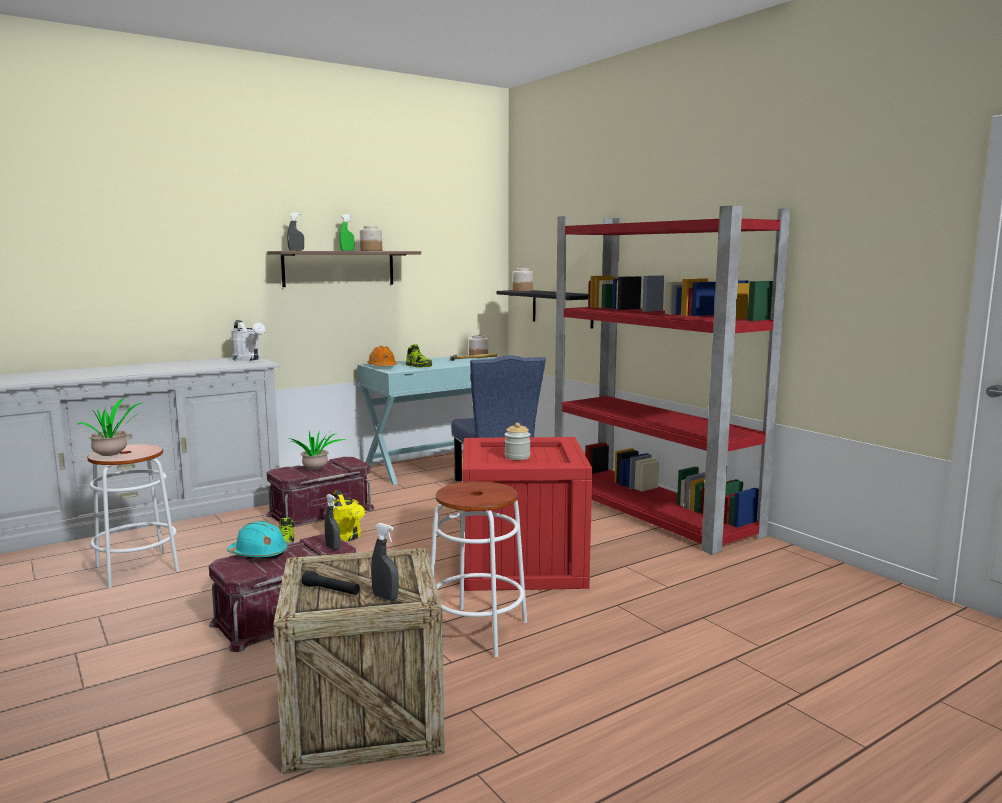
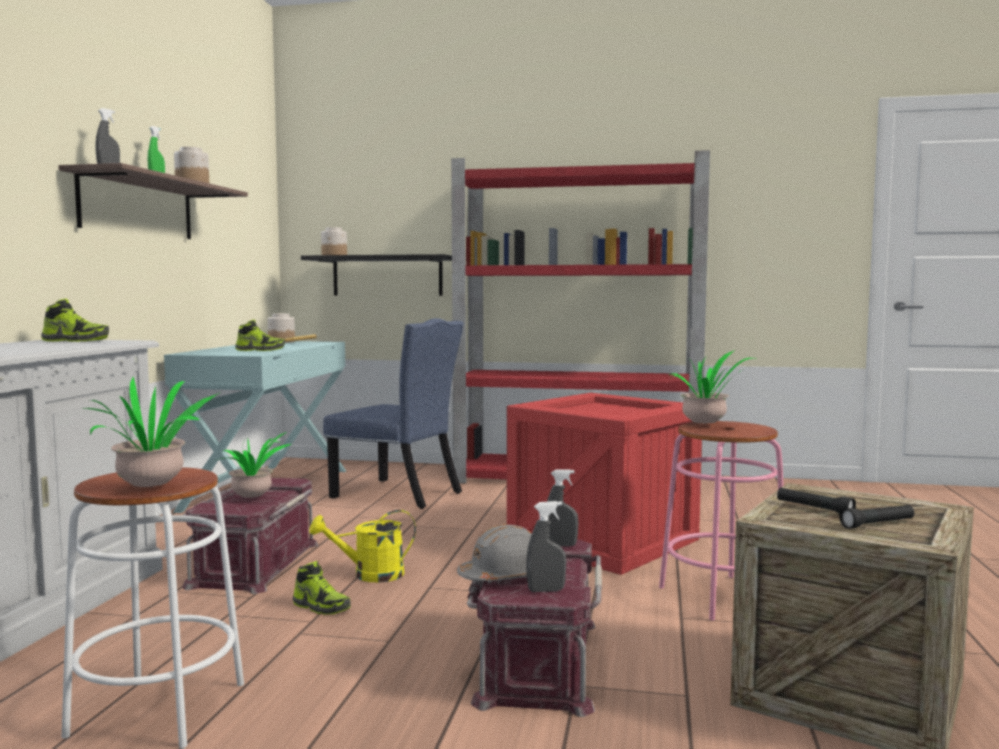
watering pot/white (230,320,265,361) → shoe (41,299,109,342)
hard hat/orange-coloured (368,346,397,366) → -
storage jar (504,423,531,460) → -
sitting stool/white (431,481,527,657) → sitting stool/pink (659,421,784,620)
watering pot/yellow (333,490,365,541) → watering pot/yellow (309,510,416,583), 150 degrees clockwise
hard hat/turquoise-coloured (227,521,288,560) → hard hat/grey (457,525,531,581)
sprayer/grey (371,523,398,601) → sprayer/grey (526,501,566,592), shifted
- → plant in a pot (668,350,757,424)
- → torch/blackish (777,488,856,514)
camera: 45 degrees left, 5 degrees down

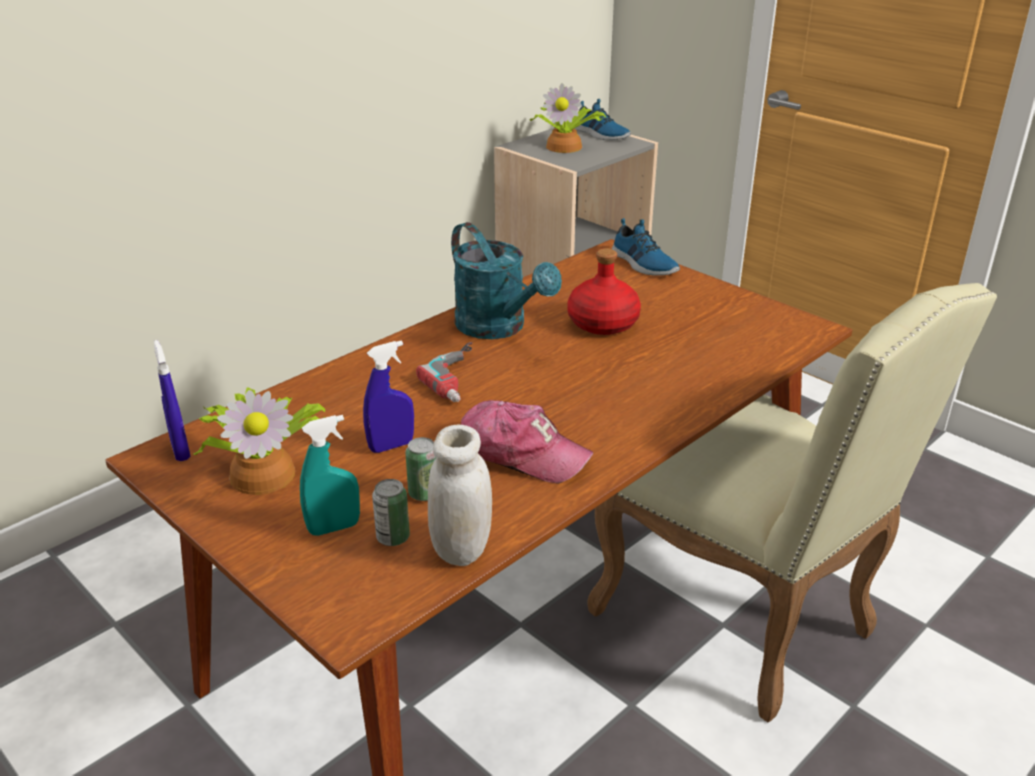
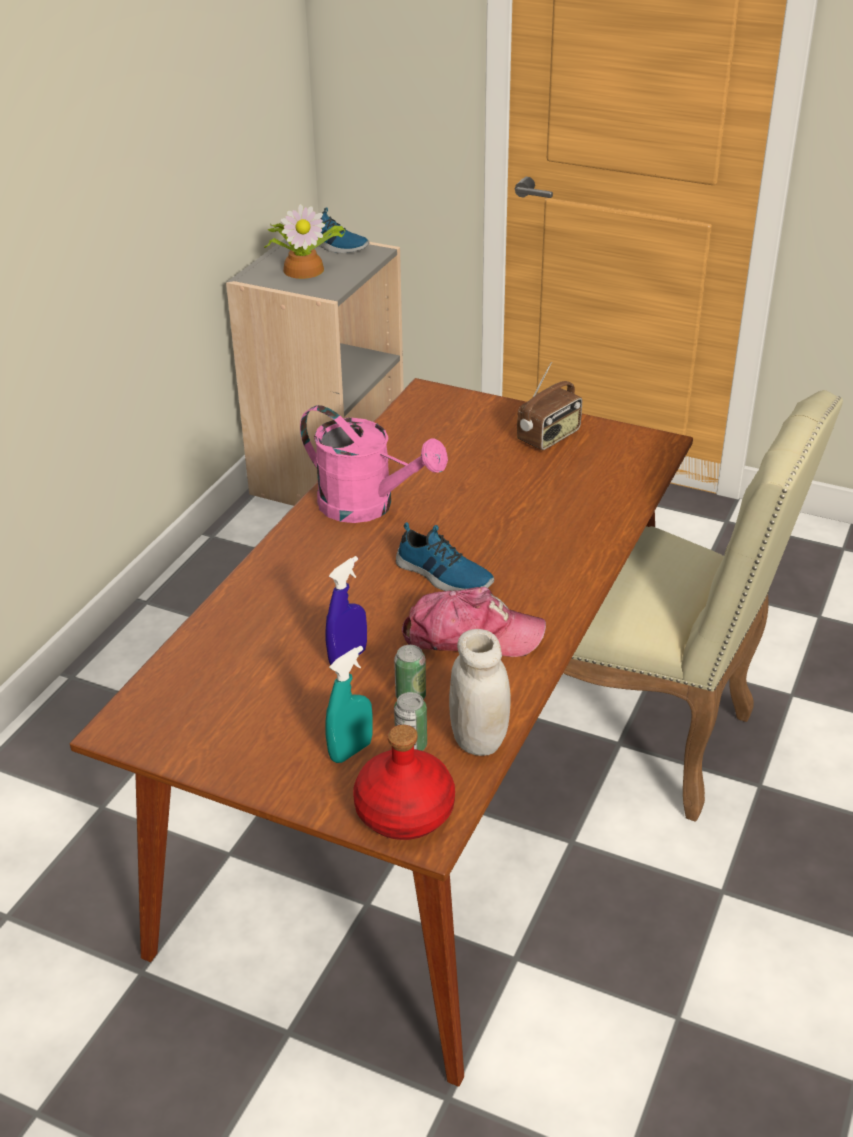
shoe (612,218,680,276) → shoe (396,522,494,591), shifted
watering pot/turquoise-coloured (451,222,562,339) → watering pot/pink (300,405,448,523)
bottle/reddish (567,248,641,335) → bottle/reddish (353,725,455,840), shifted
sprayer/bluish (154,340,190,461) → -
drill (416,342,472,402) → -
plant in a pot (193,387,325,495) → -
- → radio receiver (517,362,582,450)
camera: 20 degrees left, 5 degrees up

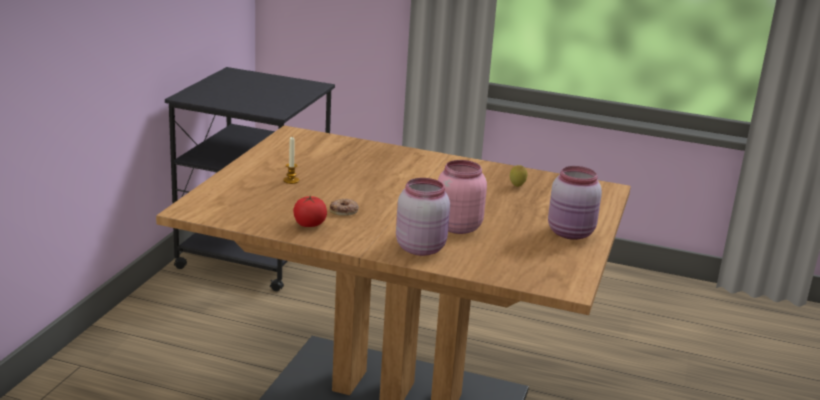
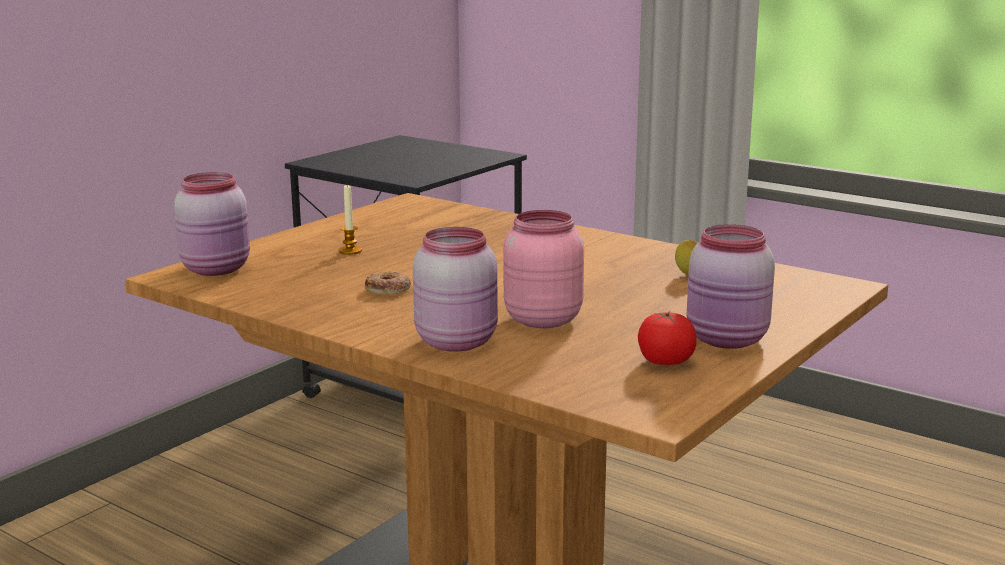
tomato (293,195,327,227) → tomato (638,311,696,365), shifted
- → storage jar/pink (174,172,250,276)
camera: 20 degrees right, 5 degrees down

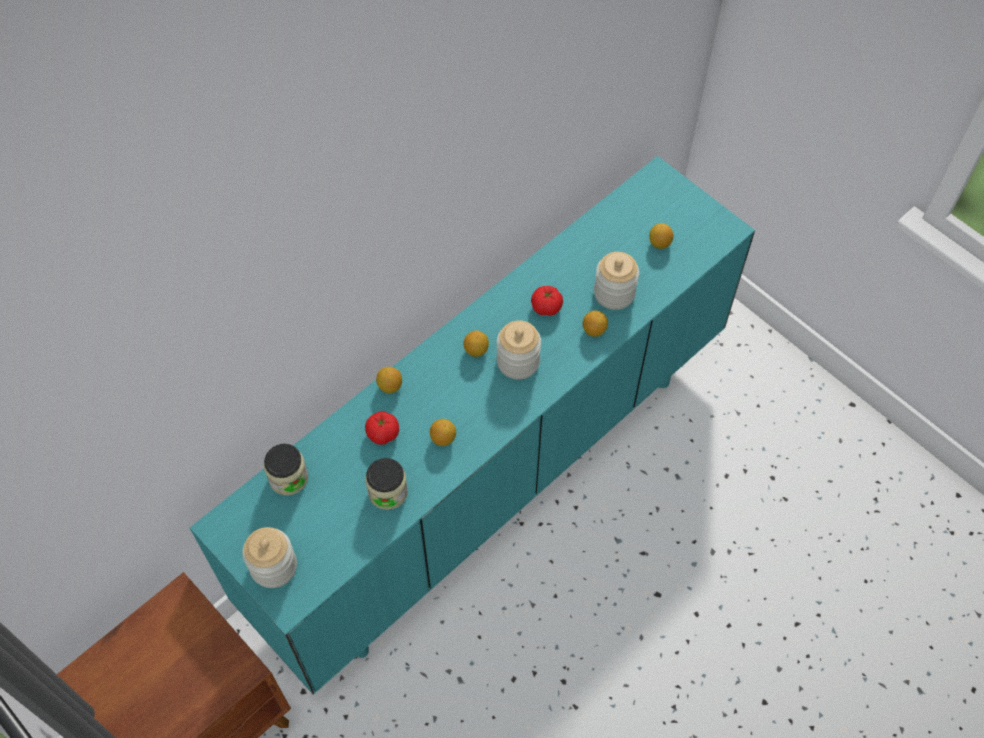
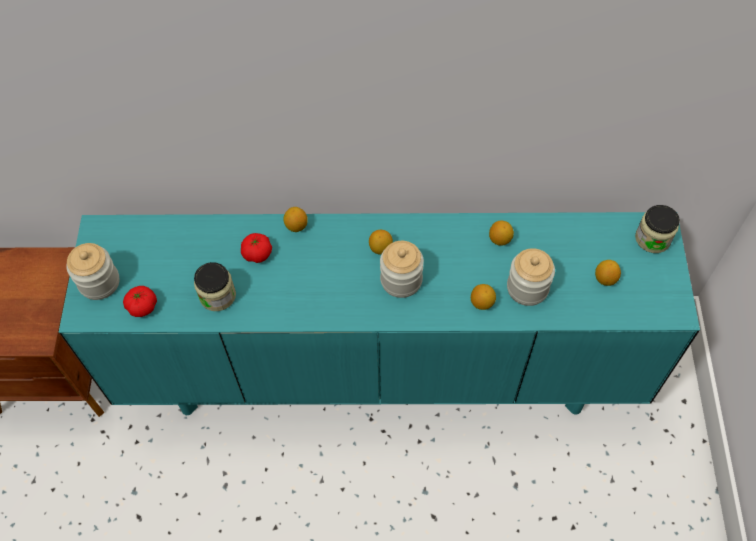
tomato (531,286,563,316) → tomato (123,286,157,317), shifted
lemon (430,419,456,446) → lemon (489,221,514,246), shifted
storage jar (264,444,308,495) → storage jar (635,205,680,253), shifted
camera: 45 degrees right, 0 degrees up

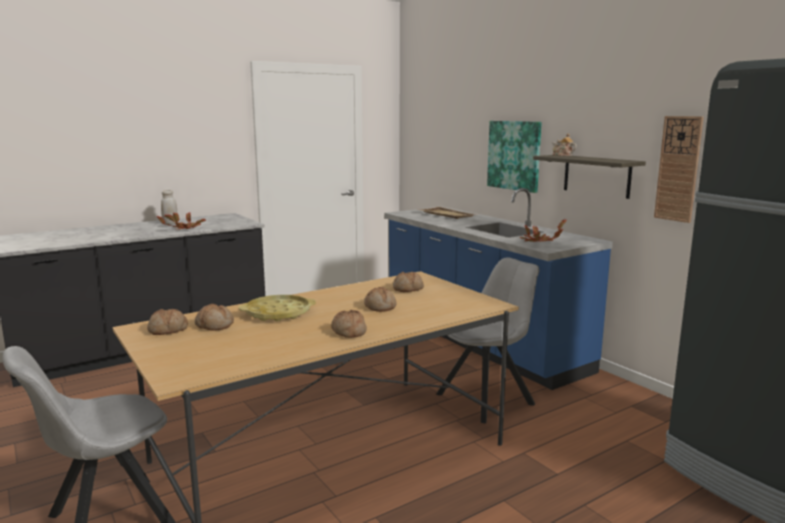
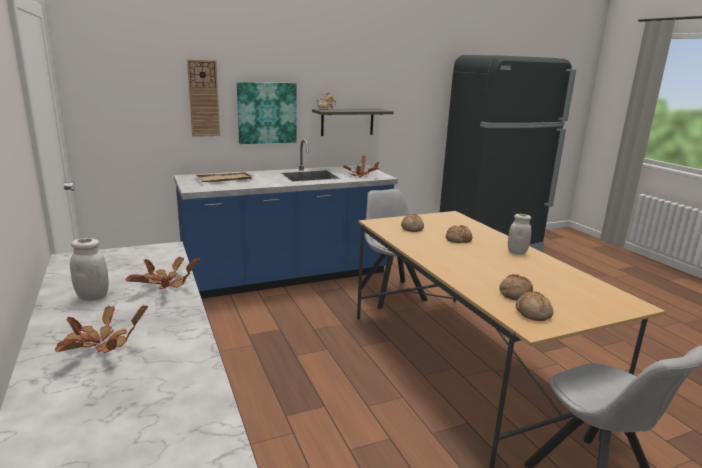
hanging clock (654,116,704,223) → hanging clock (187,60,220,137), shifted
tray/yellow (239,295,316,322) → -
bakery bread (331,310,367,338) → storage jar/white (508,214,531,255)
- → plant in a pot (55,305,148,353)
camera: 80 degrees left, 5 degrees up

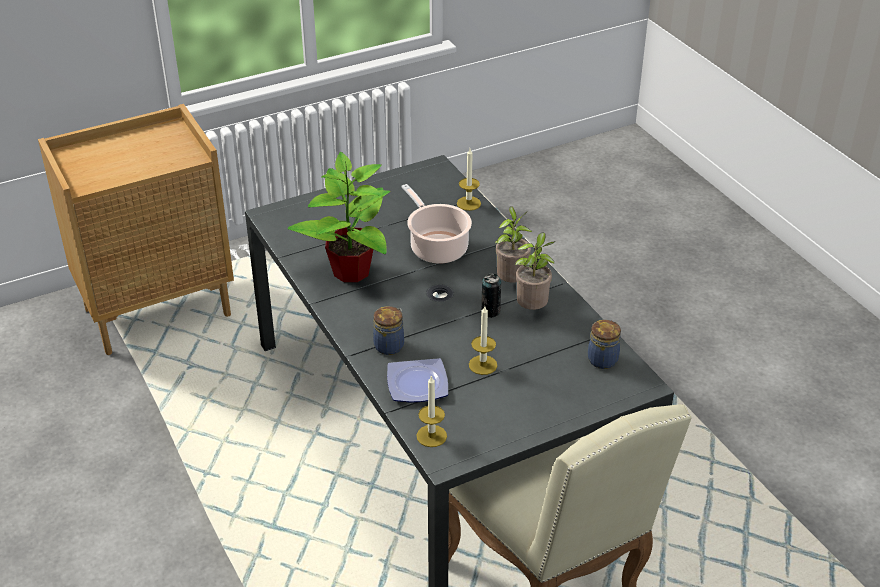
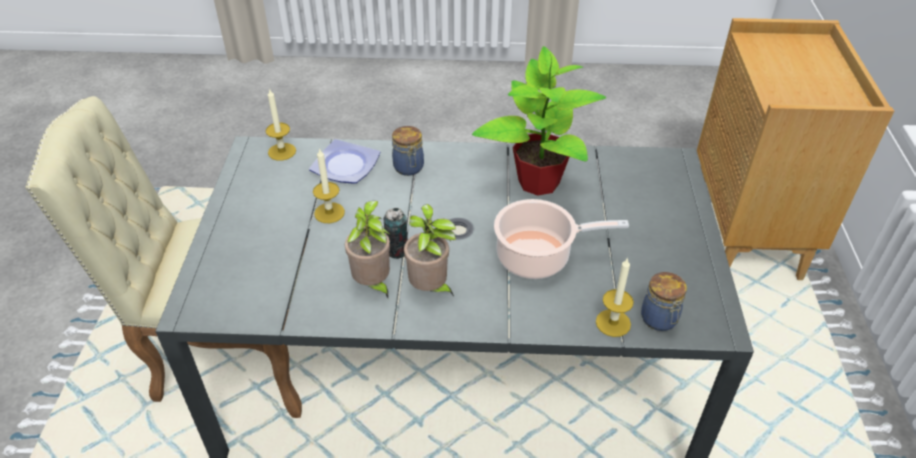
storage jar (588,320,621,369) → storage jar (641,272,687,331), shifted
camera: 120 degrees right, 5 degrees up

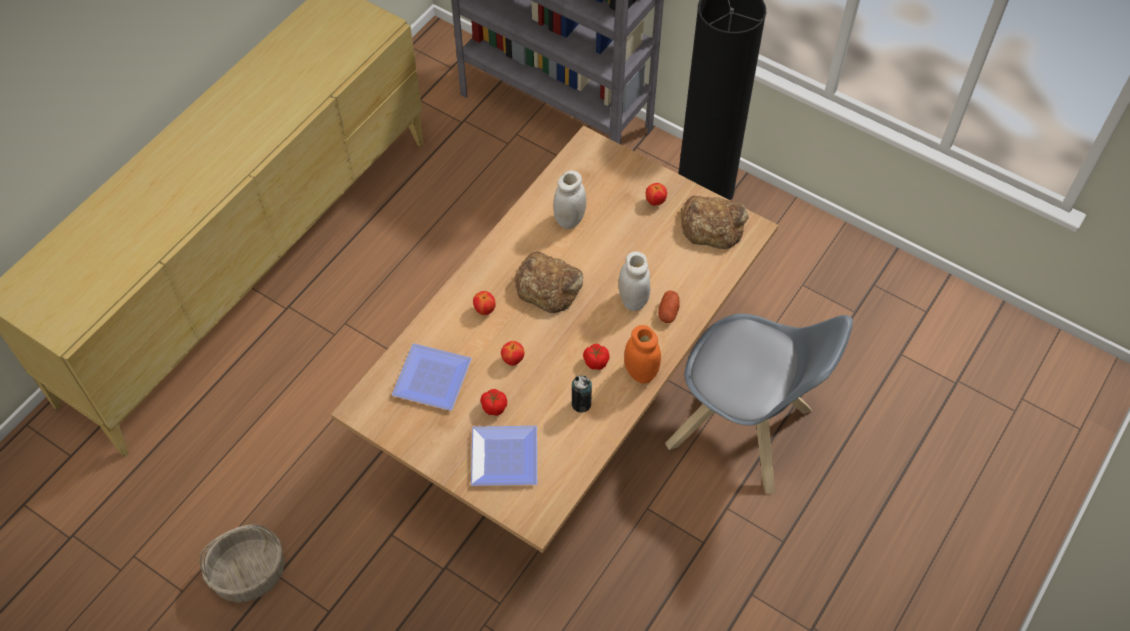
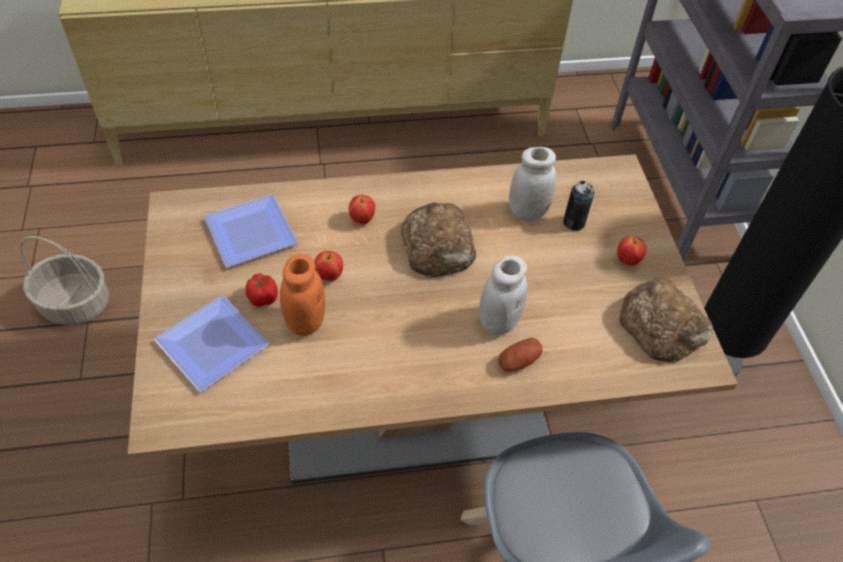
storage jar/orange-coloured (624,325,661,384) → storage jar/orange-coloured (280,254,325,336), shifted
tomato (583,344,609,370) → -
sealed can (572,375,592,413) → sealed can (563,181,594,231), shifted
camera: 45 degrees right, 5 degrees down

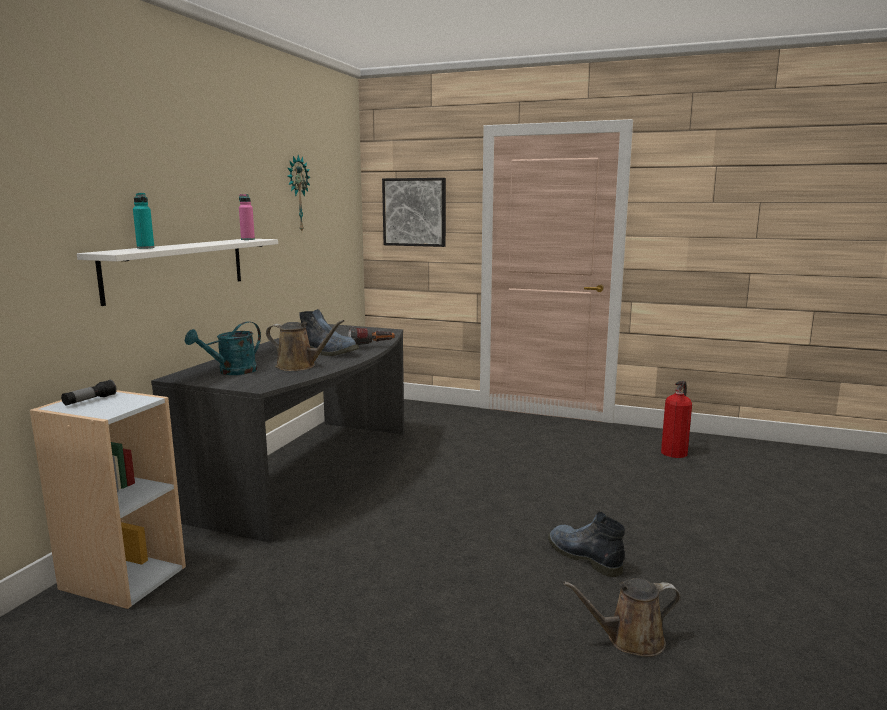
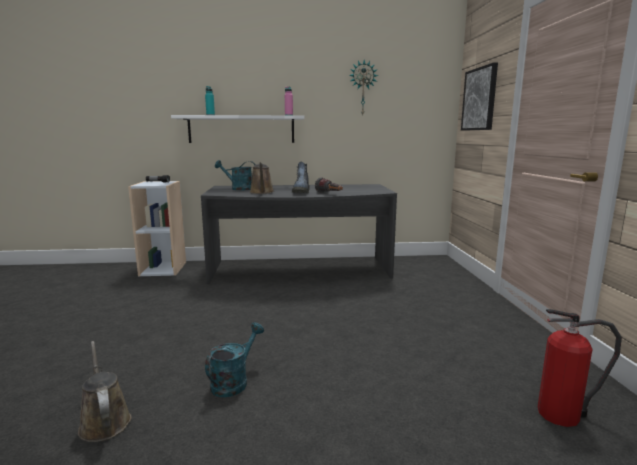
tall boot (548,512,625,577) → watering pot/turquoise-coloured (205,322,264,397)
camera: 65 degrees right, 0 degrees up

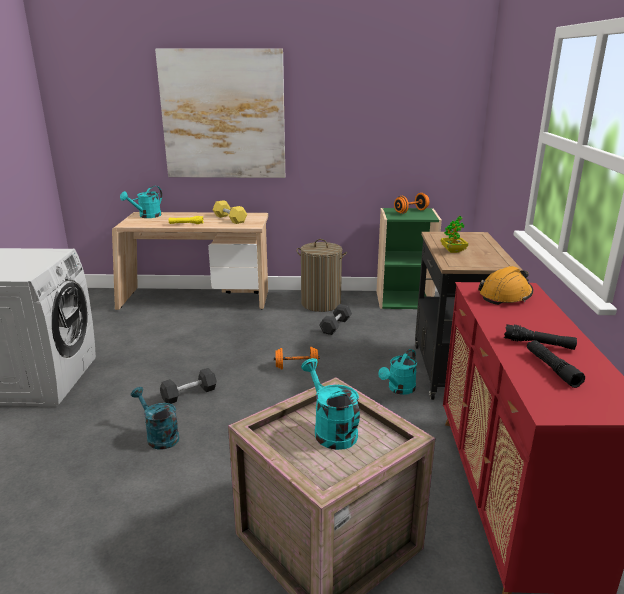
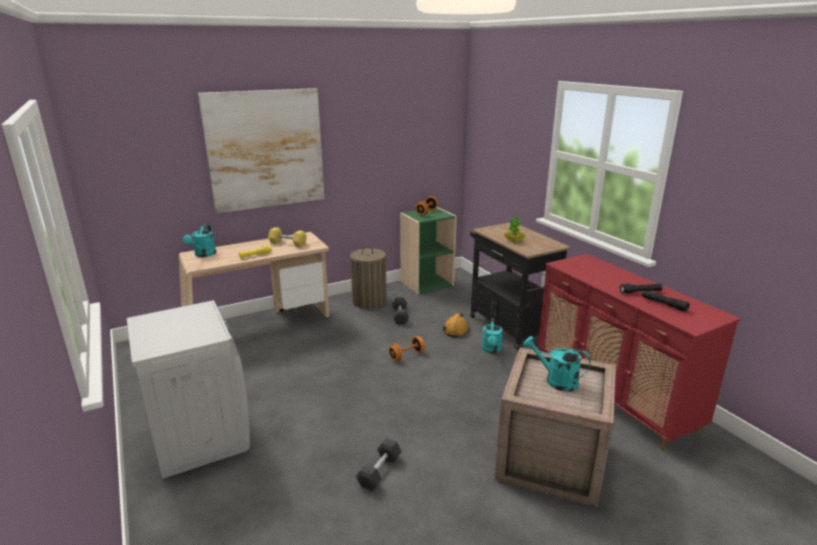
hard hat/orange-coloured (478,266,533,305) → hard hat/orange-coloured (443,313,469,337), shifted
hand weight/blackish (160,368,217,404) → hand weight/blackish (356,438,402,491), shifted
watering pot/turquoise-coloured (131,387,180,449) → -
camera: 30 degrees left, 0 degrees up

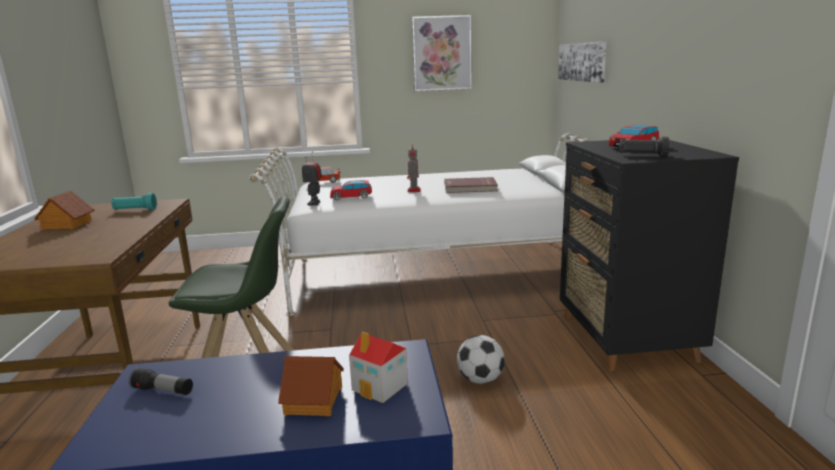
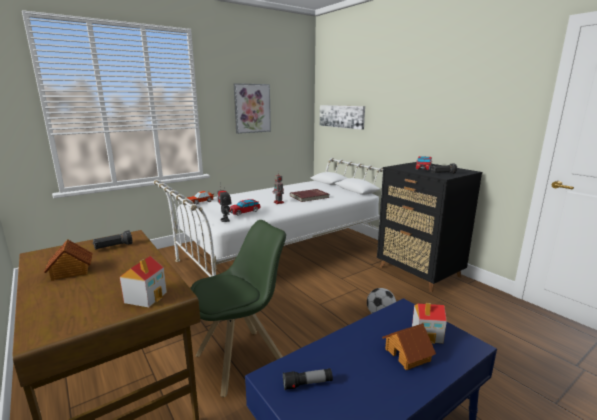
torch/turquoise-coloured (111,193,157,210) → torch/blackish (93,230,133,250)
- → toy house (120,256,167,307)
camera: 30 degrees left, 0 degrees up

